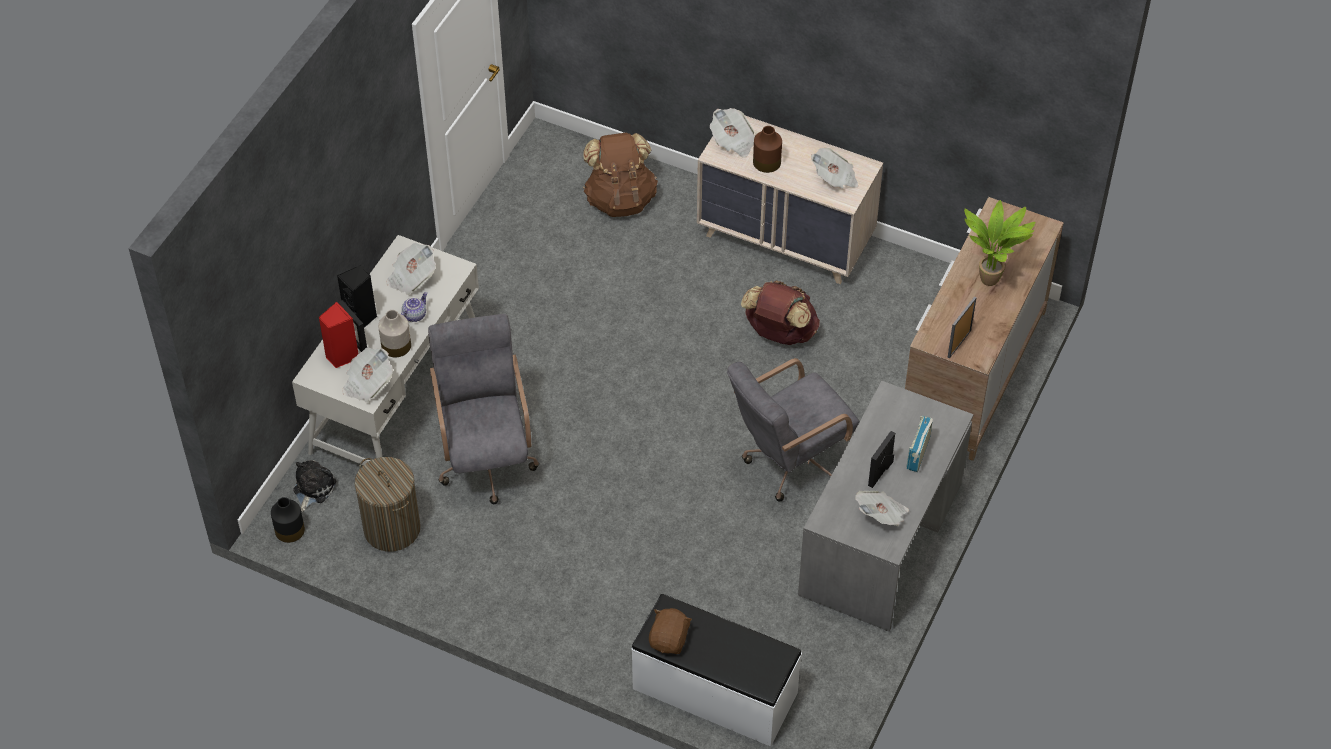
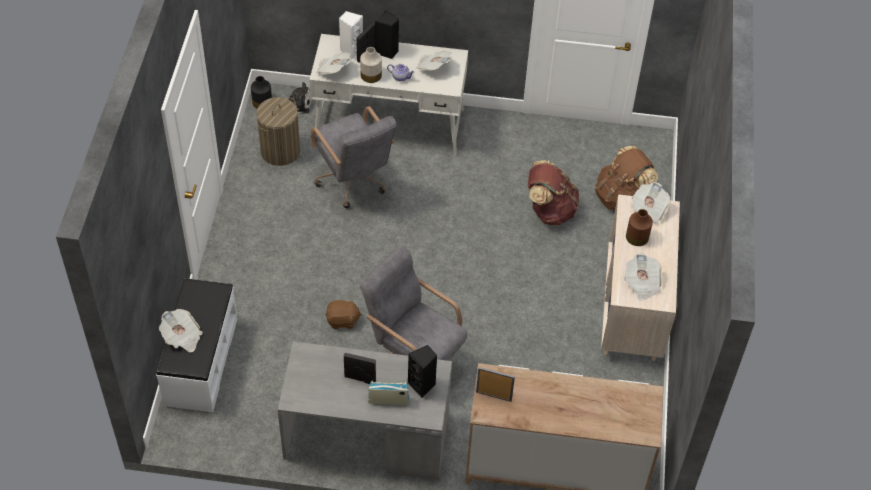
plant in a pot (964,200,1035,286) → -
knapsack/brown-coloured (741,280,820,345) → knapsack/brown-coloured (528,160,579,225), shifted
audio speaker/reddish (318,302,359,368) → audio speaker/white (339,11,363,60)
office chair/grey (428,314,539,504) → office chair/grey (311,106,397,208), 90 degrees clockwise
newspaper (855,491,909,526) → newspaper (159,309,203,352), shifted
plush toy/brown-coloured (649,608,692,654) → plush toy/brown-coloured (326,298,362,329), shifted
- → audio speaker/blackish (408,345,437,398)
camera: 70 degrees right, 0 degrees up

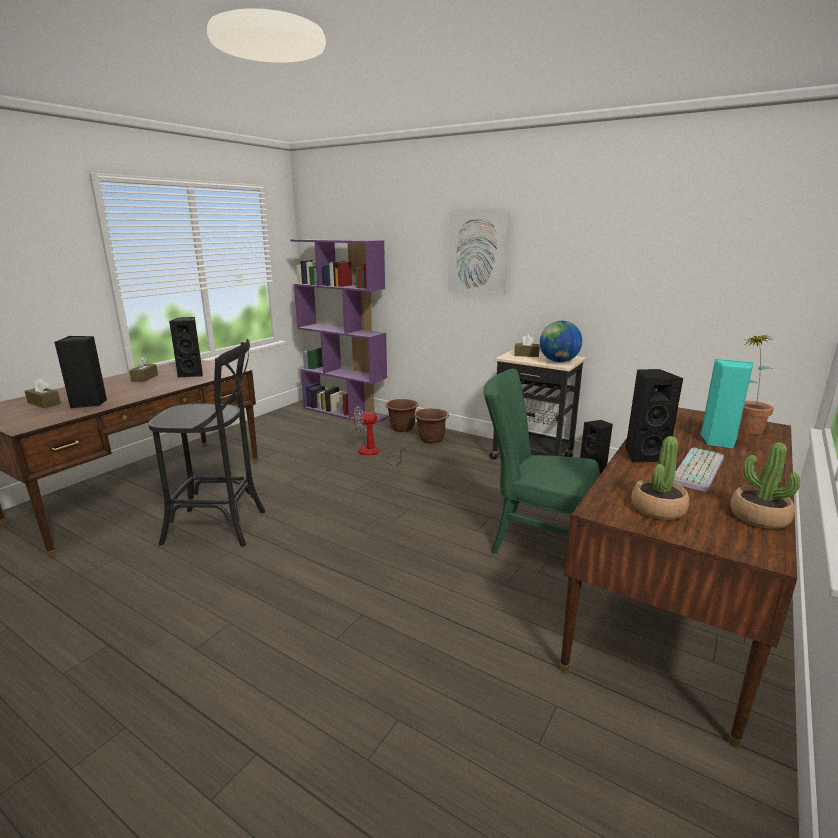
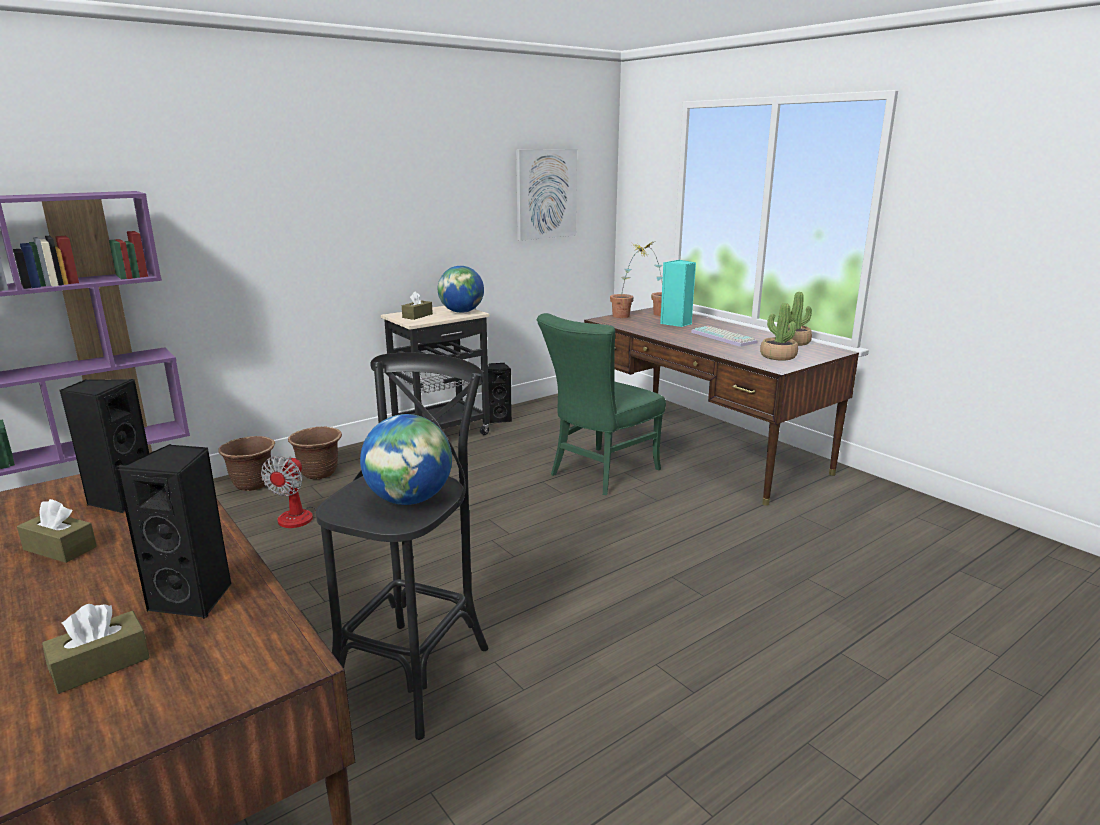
wall art (448,214,510,295) → wall art (516,149,577,241), shifted
audio speaker/blackish (625,369,683,463) → -
- → plant in a pot (610,243,647,318)
- → globe (360,414,452,505)
camera: 70 degrees left, 0 degrees up

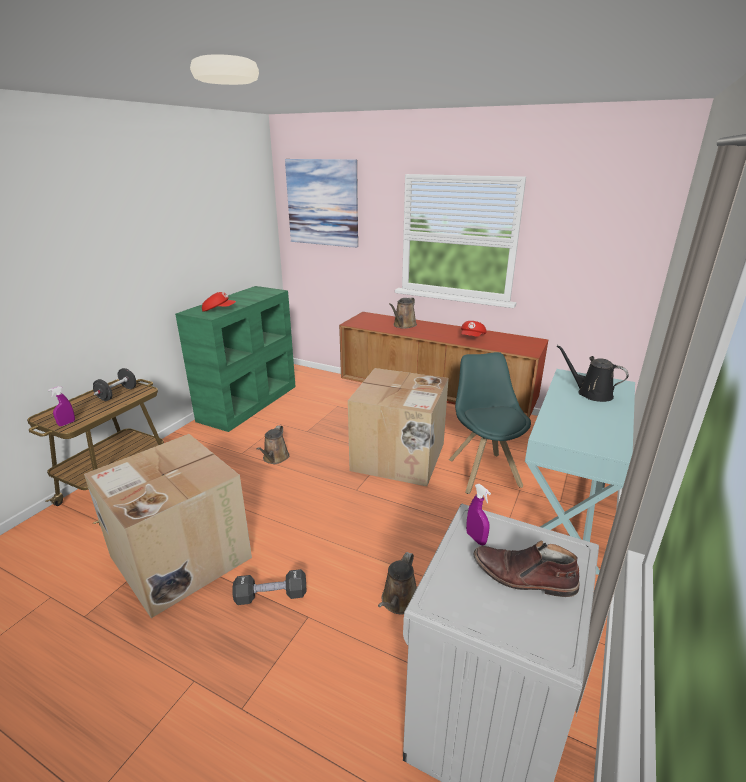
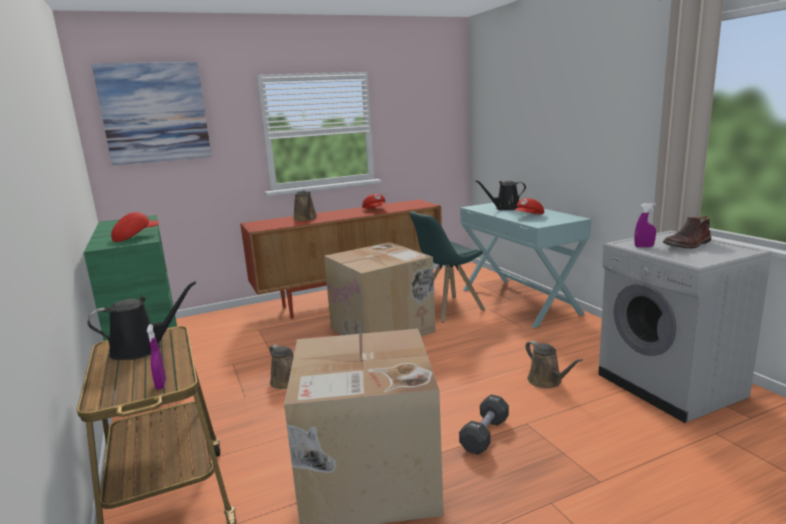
upright chair/turquoise-coloured (449,352,531,494) → upright chair/turquoise-coloured (409,211,485,323), 60 degrees counterclockwise
hand weight/blackish (93,368,136,401) → watering pot/blackish (88,281,196,360)
- → baseball cap/reddish (513,198,544,214)
camera: 50 degrees left, 10 degrees down

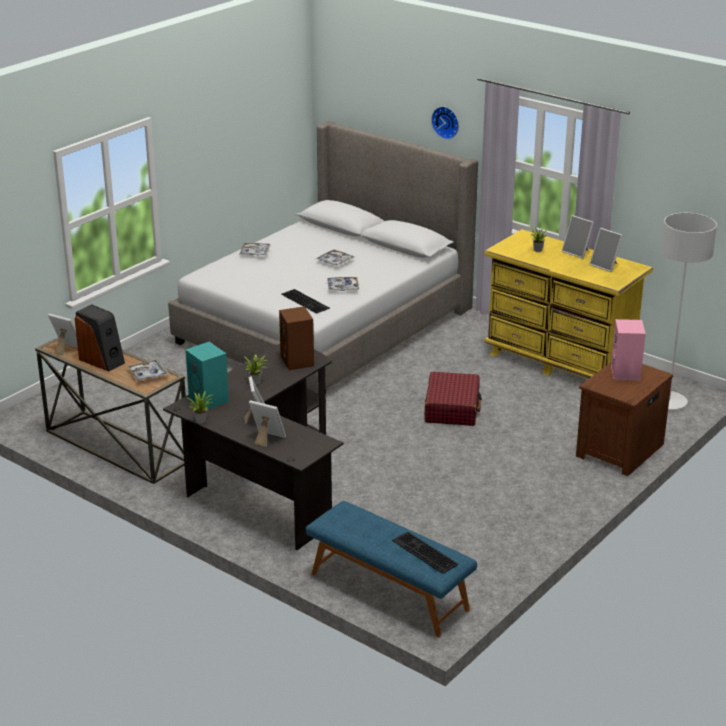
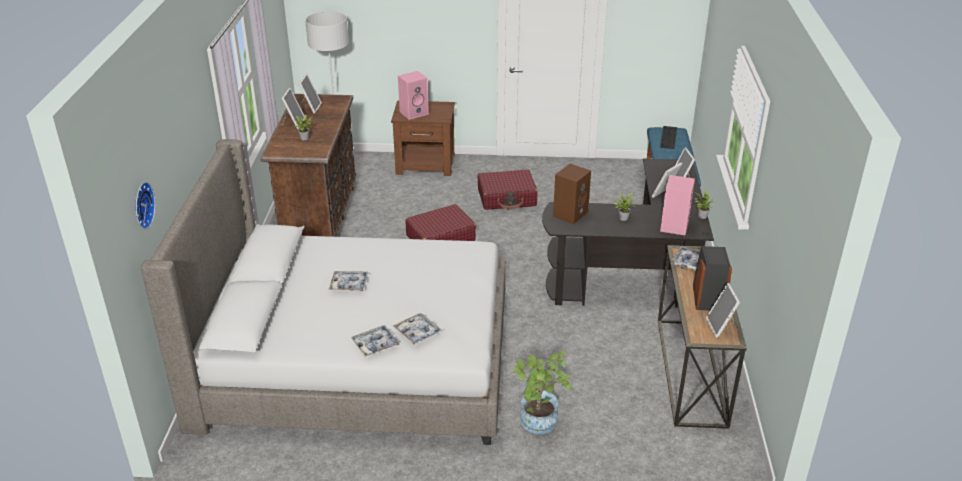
hanging clock (431,106,459,140) → hanging clock (135,182,155,229), shifted
dresser/yellow (484,229,653,379) → dresser/brown-coloured (260,94,356,237)
tray (327,277,359,291) → tray (393,313,443,344), shifted
computer keyboard (281,289,330,314) → -
audio speaker/turquoise-coloured (185,342,229,409) → audio speaker/pink (660,175,695,235)
- → suitcase/reddish (477,169,538,210)
- → plant in a pot (513,351,572,434)
camera: 125 degrees left, 5 degrees up

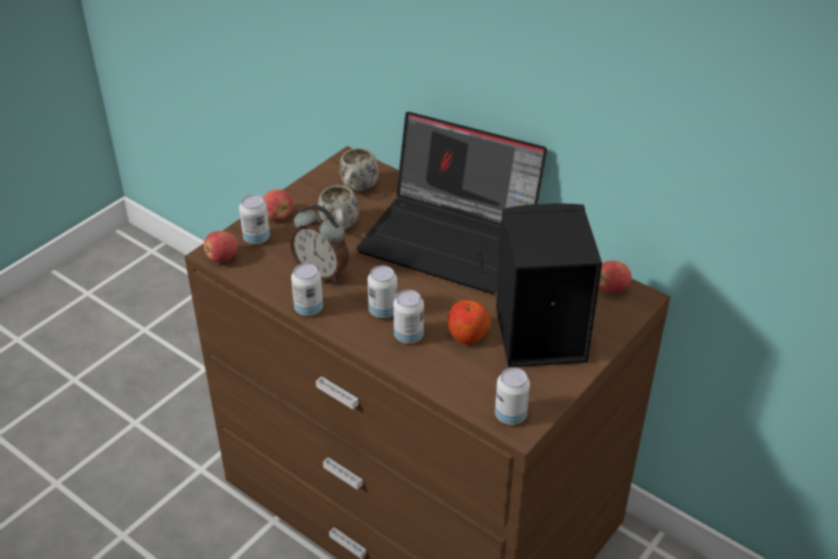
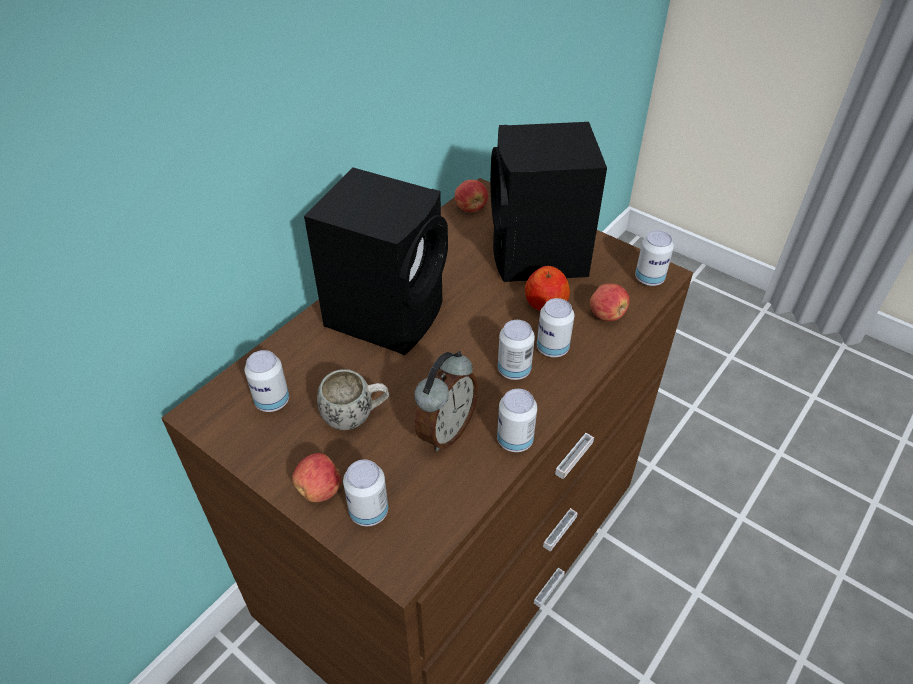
laptop (356,112,547,294) → audio speaker/blackish (304,168,448,355)
coffee mug/white (340,148,379,191) → sealed can (244,350,289,412)
apple (204,231,238,263) → apple (590,284,630,321), shifted
camera: 90 degrees left, 5 degrees up

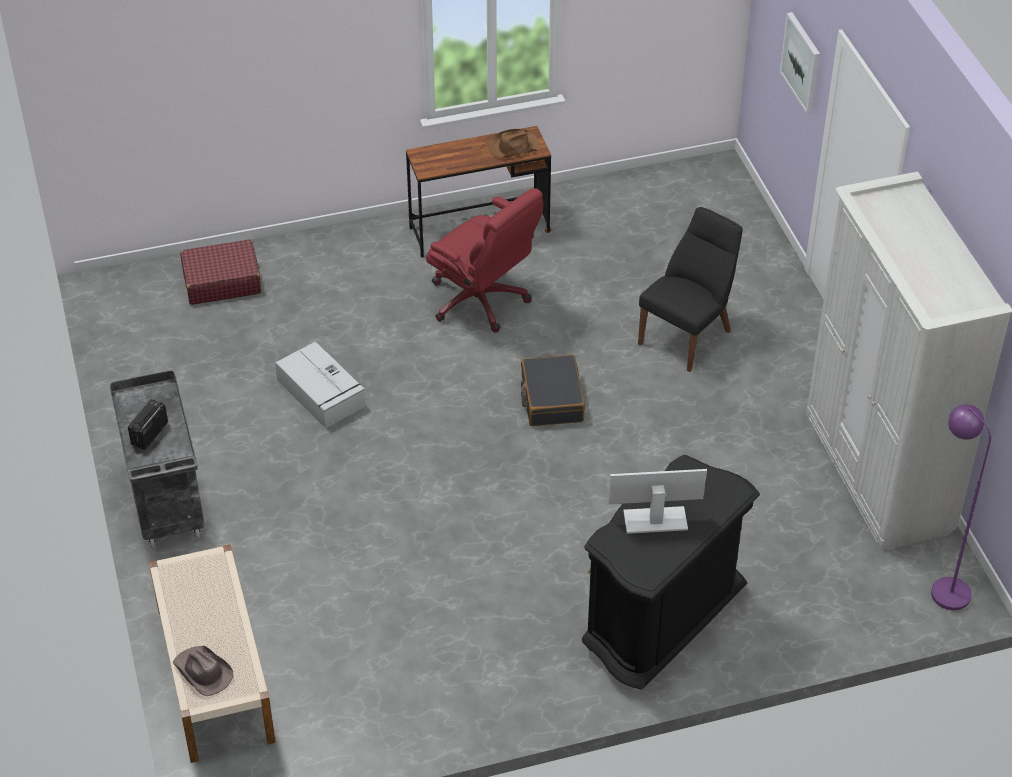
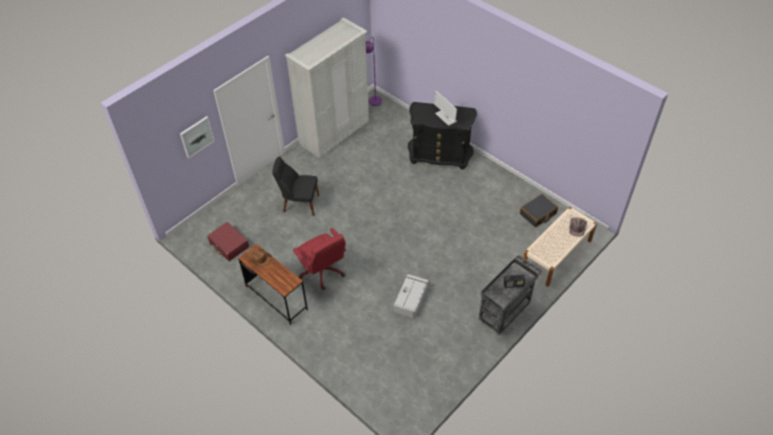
office chair/reddish (426,188,543,333) → office chair/reddish (293,228,346,290), 135 degrees clockwise
suitcase/reddish (180,239,261,305) → suitcase/reddish (207,222,249,261), shifted
suitcase/blackish (521,355,585,426) → suitcase/blackish (520,194,558,227), shifted
camera: 120 degrees left, 5 degrees up

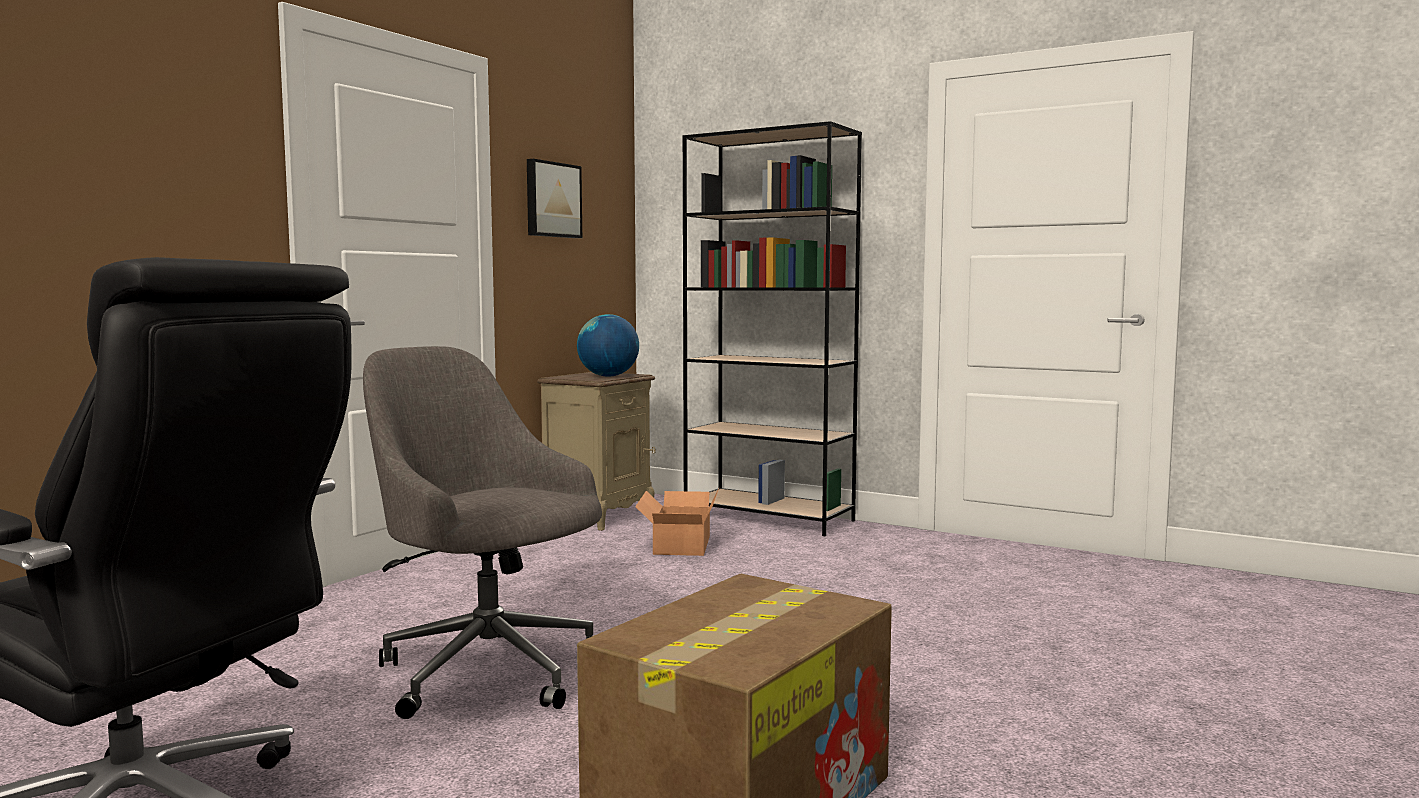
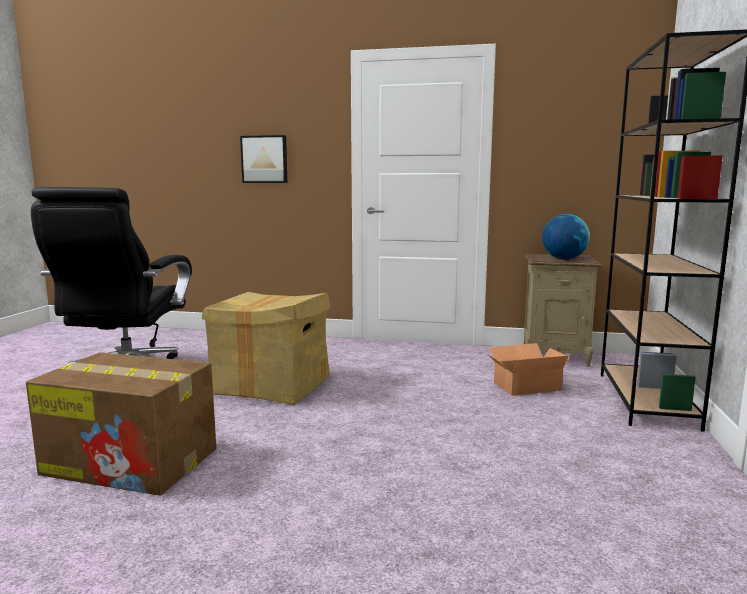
wall art (527,159,582,238) → wall art (240,135,287,183), shifted
office chair/grey (363,346,602,719) → cardboard box (202,292,330,405)
camera: 70 degrees right, 5 degrees up

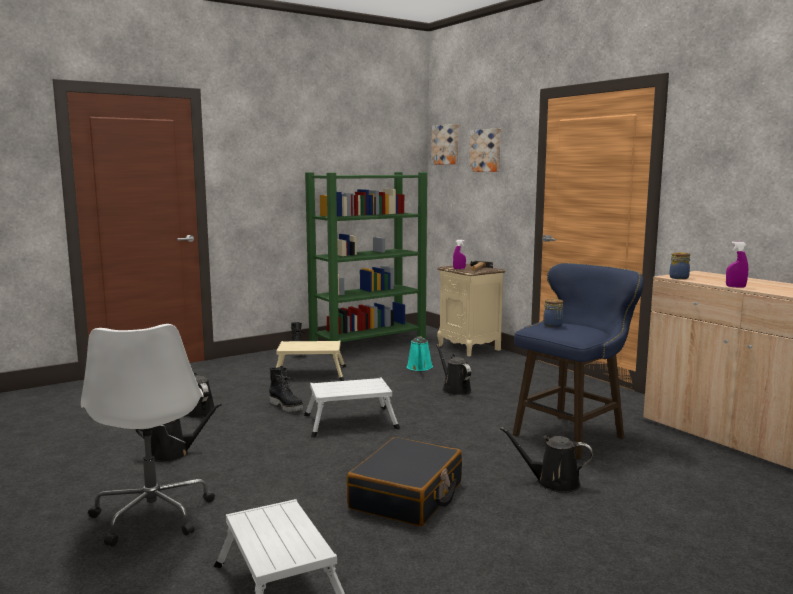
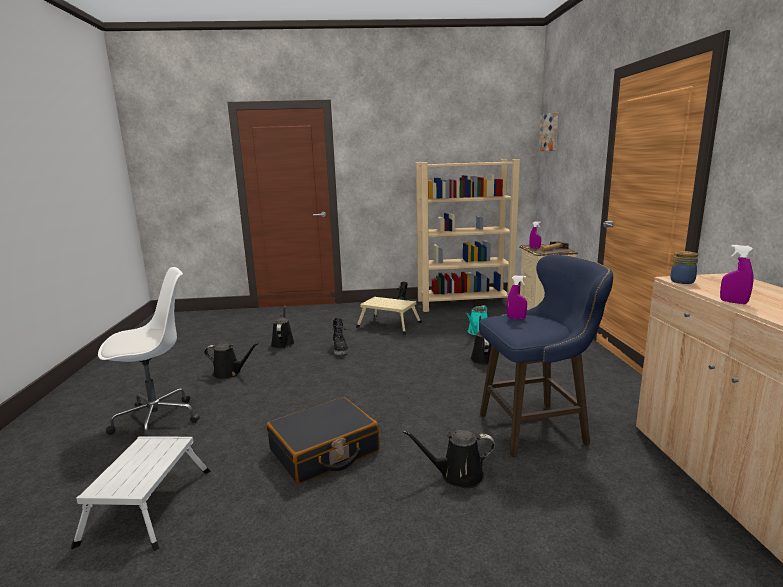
wall art (469,128,501,172) → -
shelving unit/green-coloured (305,172,427,356) → shelving unit/beige-coloured (416,159,520,312)
storage jar (543,299,563,327) → sprayer/purple (507,276,527,319)
office chair/white (81,324,215,547) → office chair/white (98,267,200,436), 135 degrees counterclockwise
stepladder/white (304,378,400,438) → -
watering pot/blackish (500,427,593,493) → watering pot/blackish (403,430,495,488), 45 degrees counterclockwise
camera: 30 degrees right, 5 degrees up

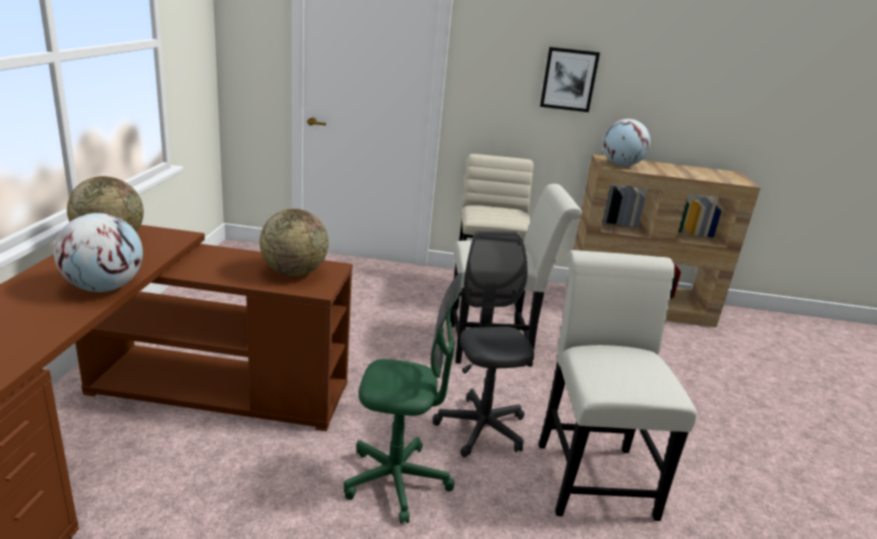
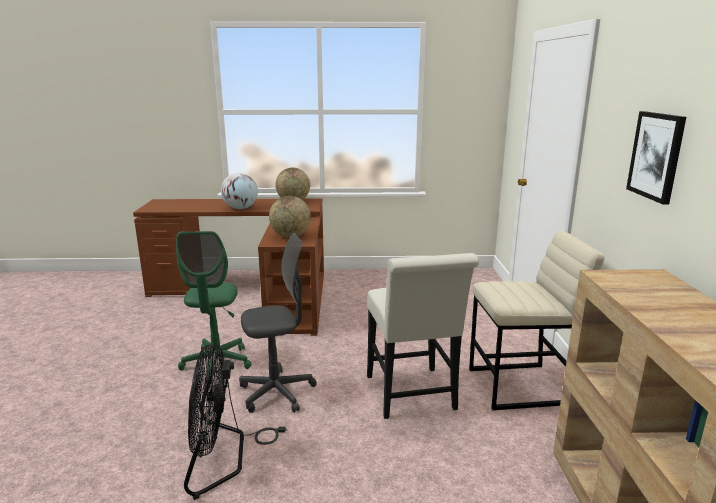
globe (602,119,651,166) → -
upright chair/white (539,250,697,521) → electric fan/blackish (184,343,288,500)
camera: 85 degrees right, 5 degrees down

